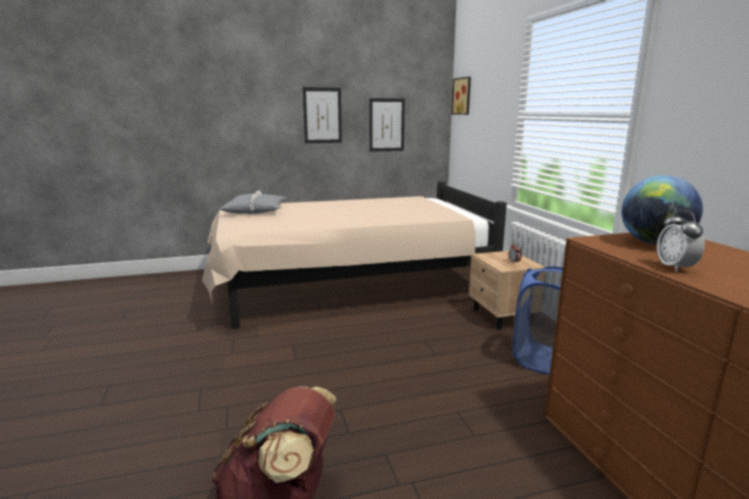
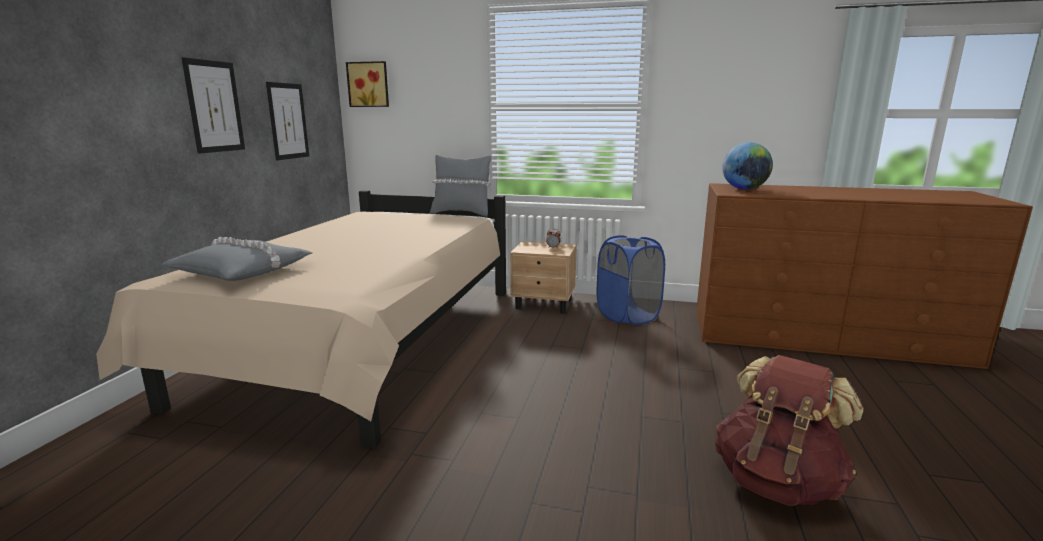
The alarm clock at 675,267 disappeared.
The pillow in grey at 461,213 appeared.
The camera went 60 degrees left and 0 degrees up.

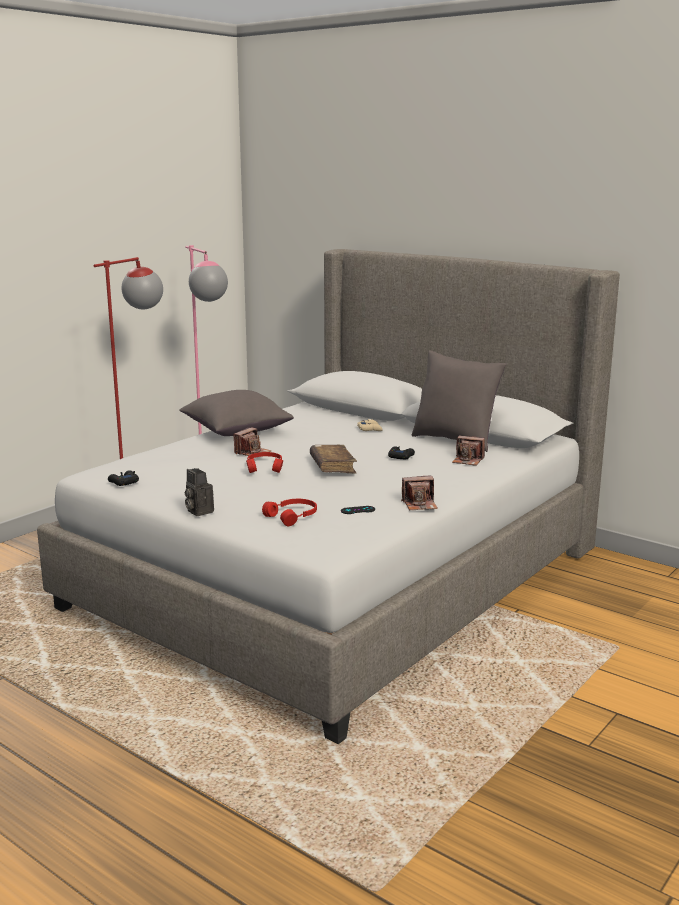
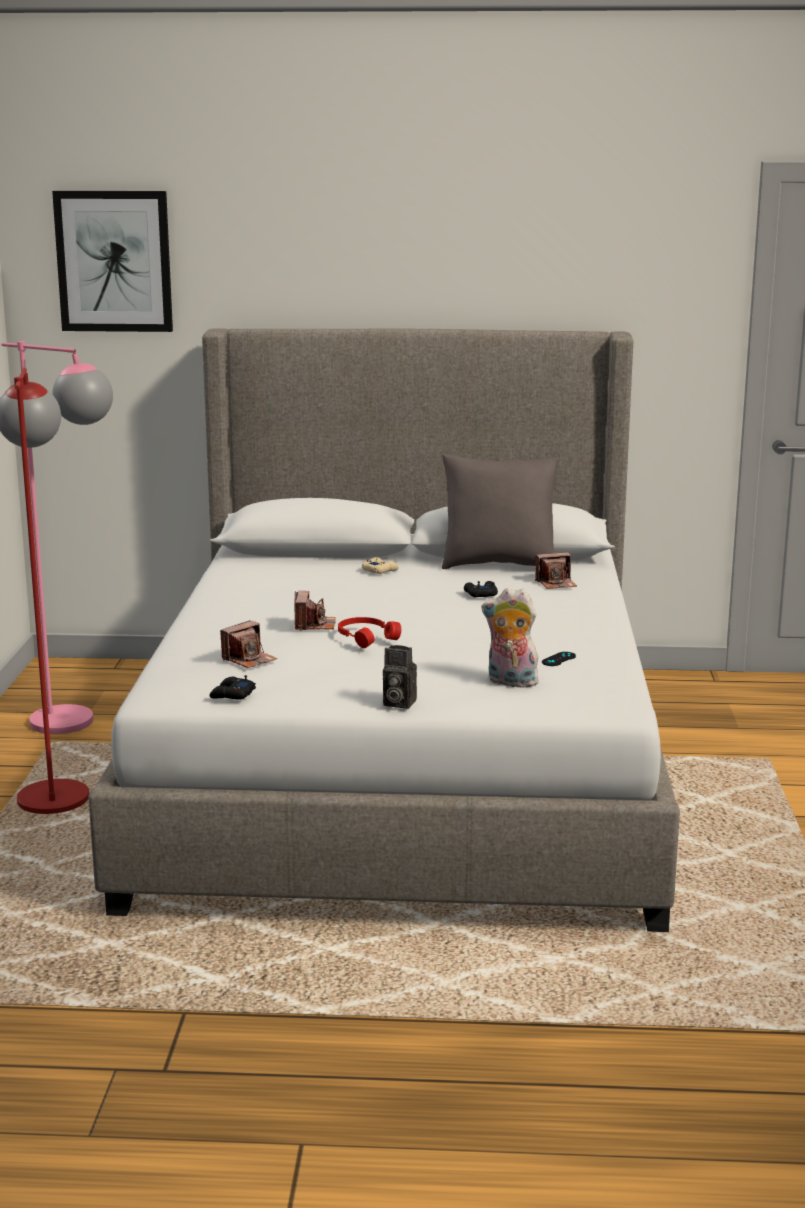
The pillow in grey at 236,431 disappeared.
The book in brown at 332,466 disappeared.
The photo camera moved from 420,504 to 249,659.
The headphones in red at 293,517 was replaced by the plush toy at 510,682.
The picture at 114,261 appeared.
The camera went 35 degrees left and 0 degrees up.

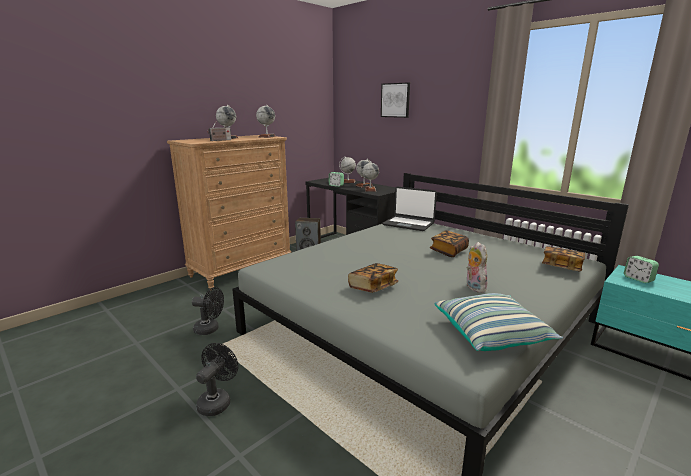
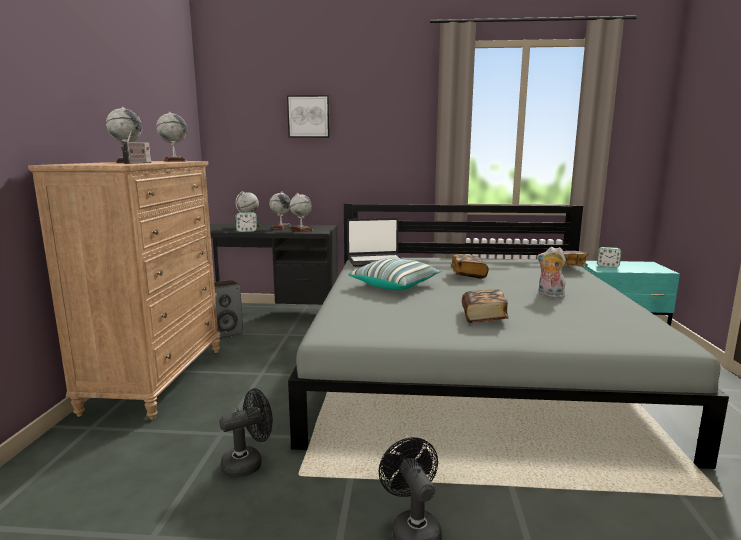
The pillow moved from 491,334 to 395,285.
The camera went 40 degrees left and 5 degrees down.

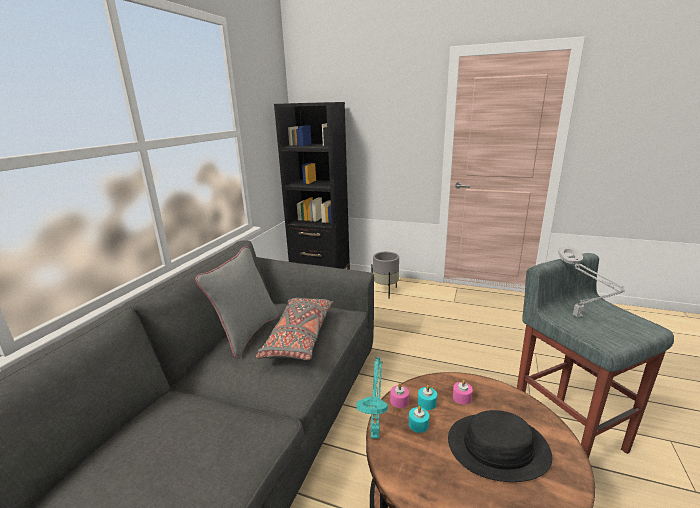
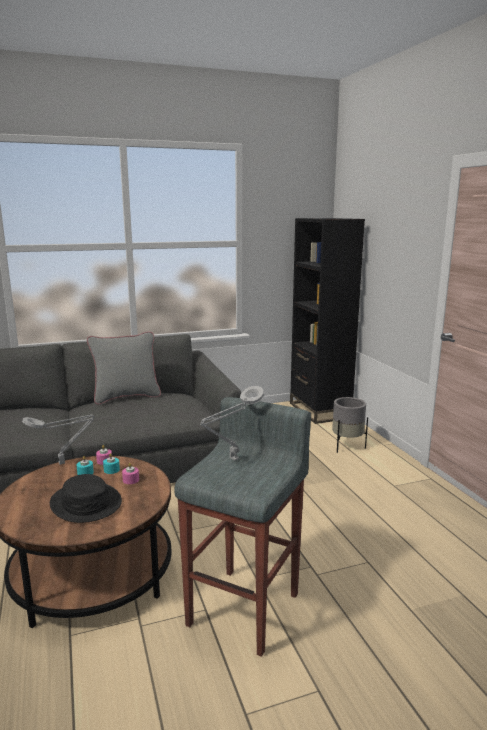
The pillow in grey at 299,337 disappeared.
The table lamp in turquoise at 375,434 became the table lamp in grey at 64,463.
The camera went 50 degrees right and 5 degrees down.

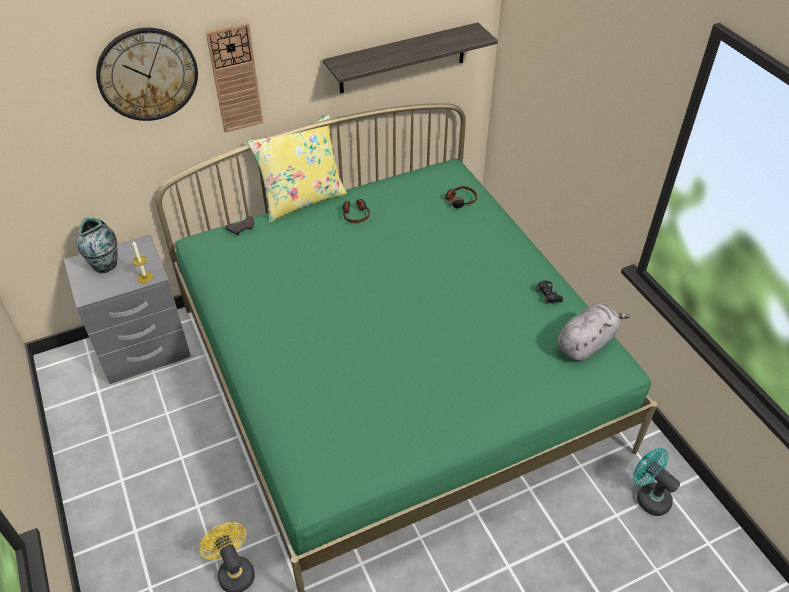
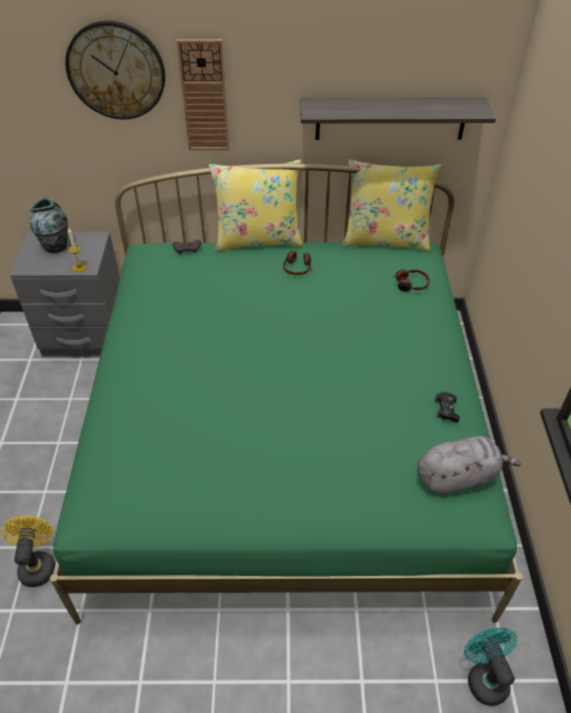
The pillow in yellow at 385,239 appeared.
The camera went 25 degrees right and 0 degrees up.

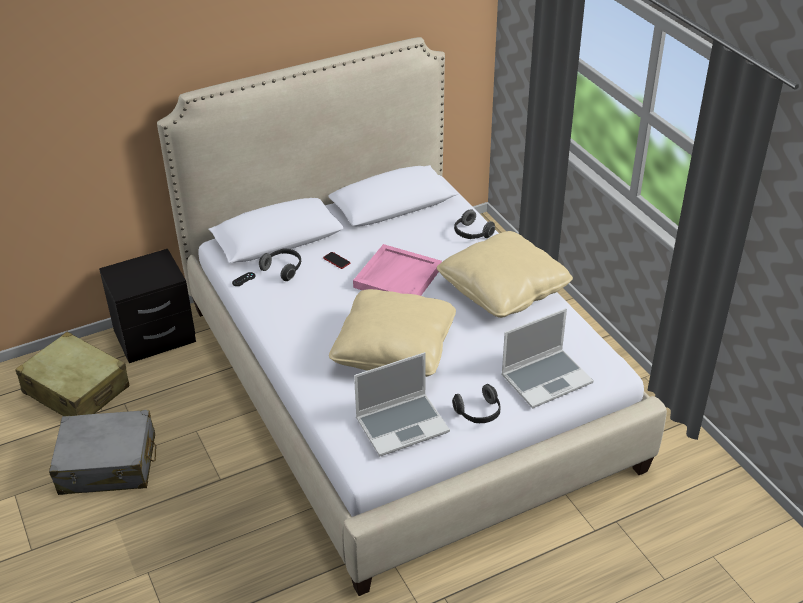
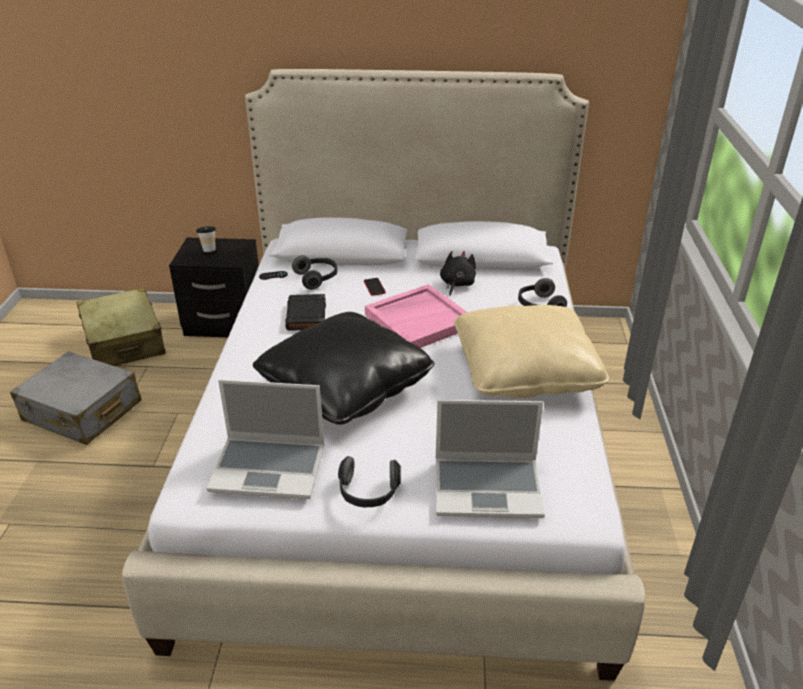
The pillow in beige at 394,349 became the pillow in black at 345,387.
The cup at 209,249 appeared.
The plush toy in black at 457,284 appeared.
The book in black at 306,316 appeared.
The camera went 30 degrees right and 5 degrees down.

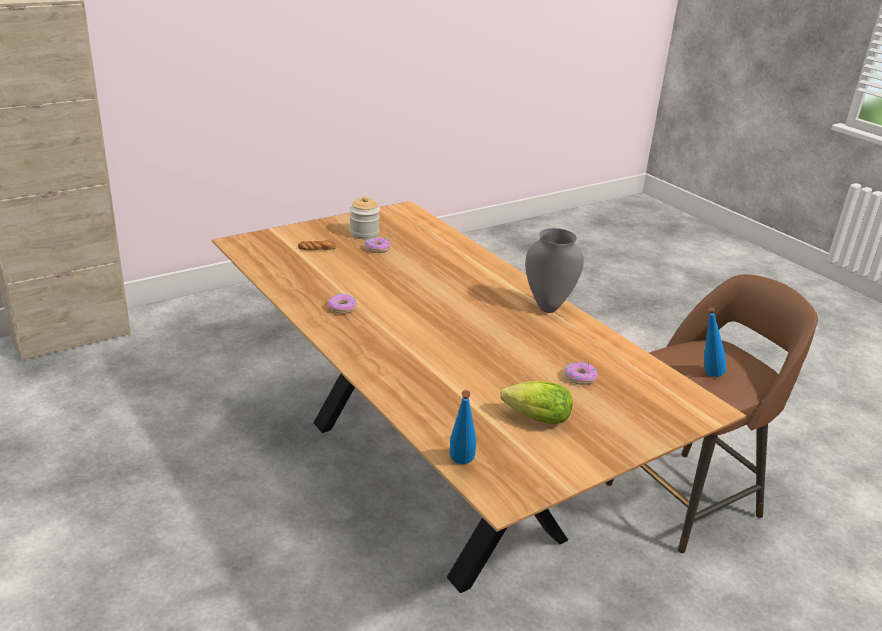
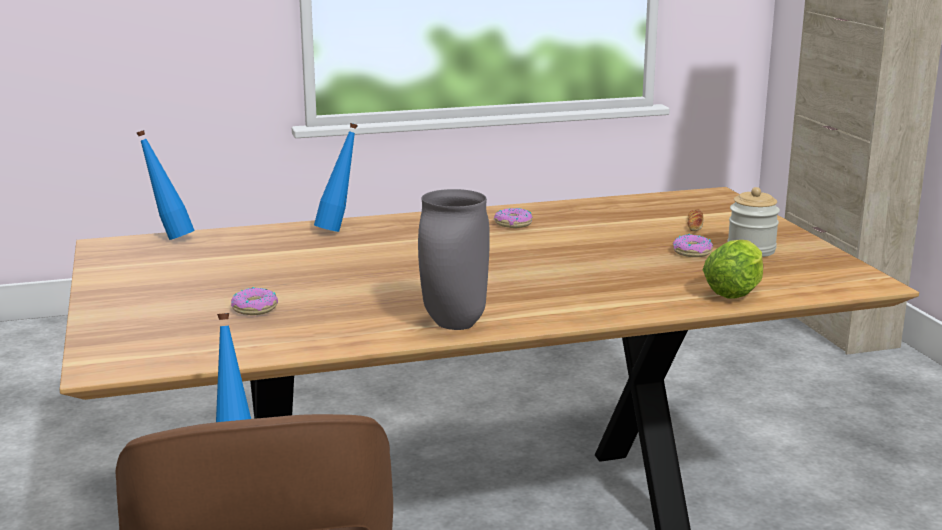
The lettuce moved from 533,418 to 736,291.
The bottle in blue at 339,229 appeared.
The camera went 110 degrees right and 10 degrees down.

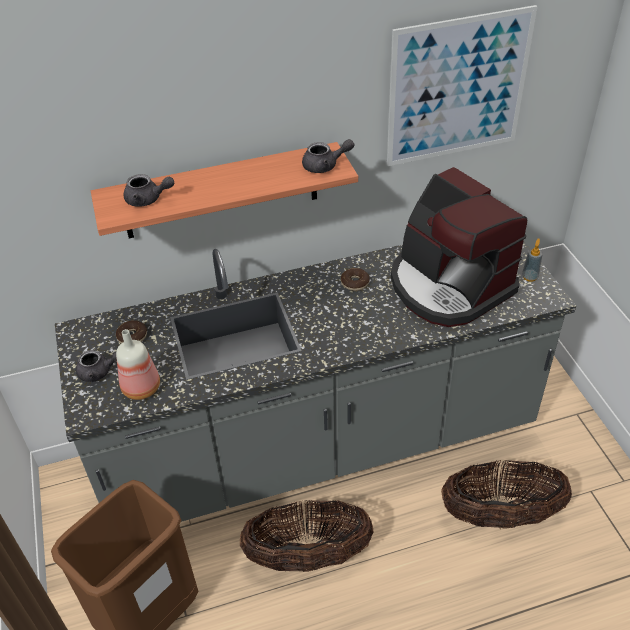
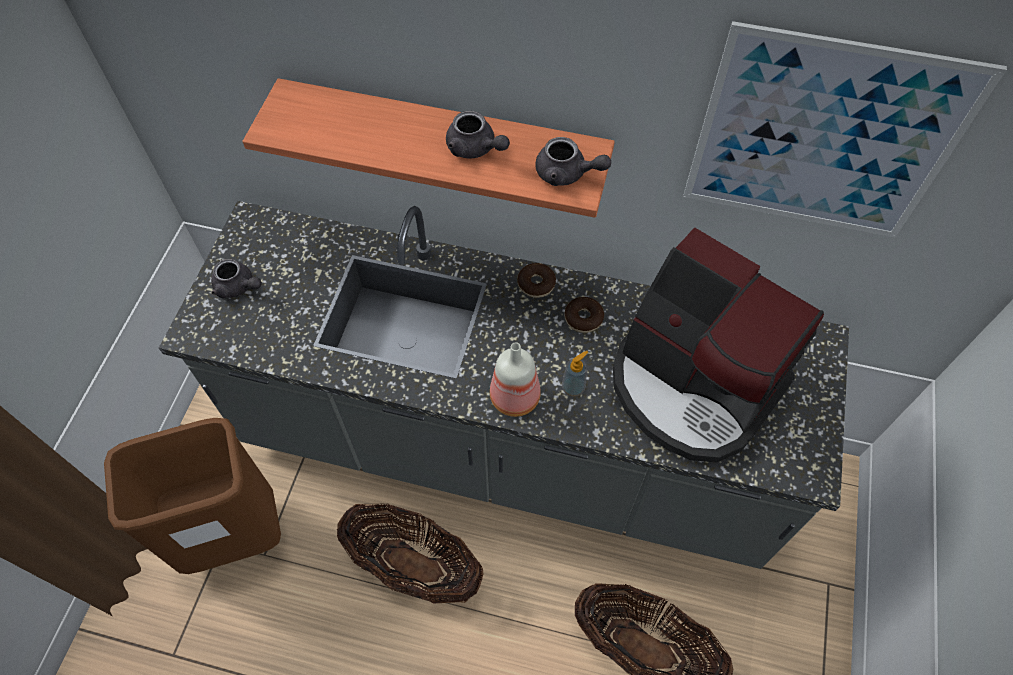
The coffee machine at 448,286 turned 45 degrees counterclockwise.
The teapot in grey moved from 148,200 to 475,149.
The soap dispenser moved from 529,277 to 573,387.
The donut moved from 132,336 to 536,284.
The bottle moved from 140,387 to 514,396.
The camera went 30 degrees right and 15 degrees up.

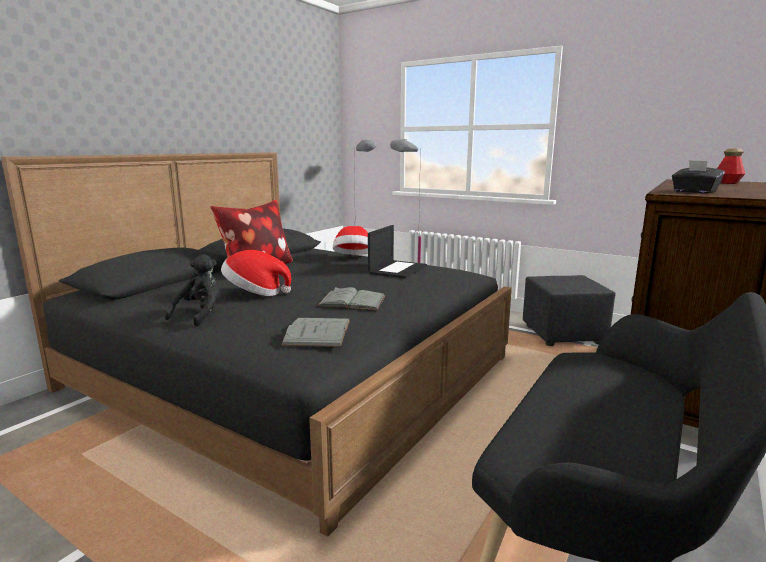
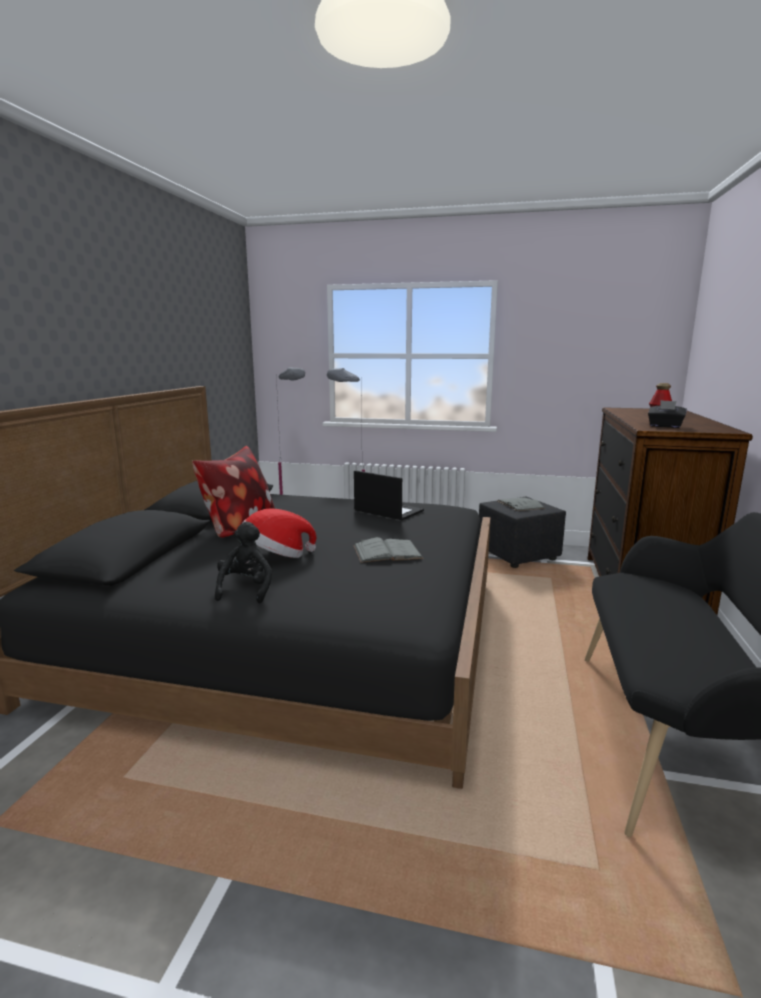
The laptop at 397,269 turned 60 degrees counterclockwise.
The hat at 353,258 disappeared.
The book in grey moved from 317,332 to 520,504.
The camera went 20 degrees left and 0 degrees up.

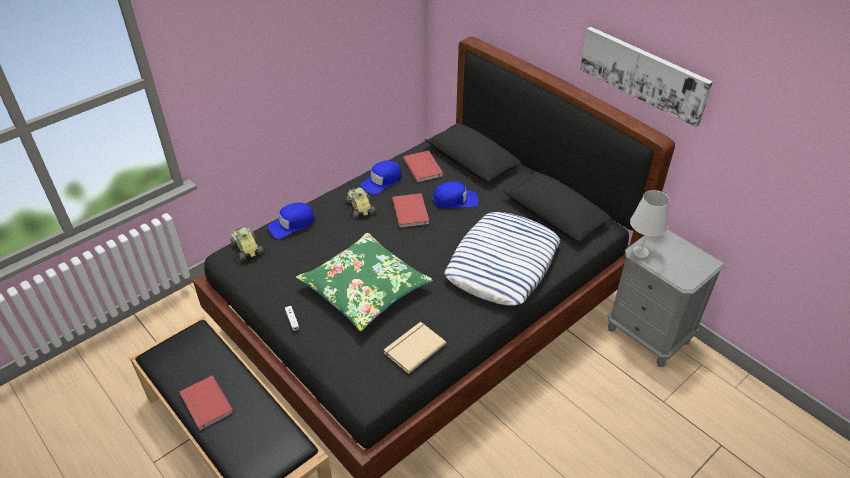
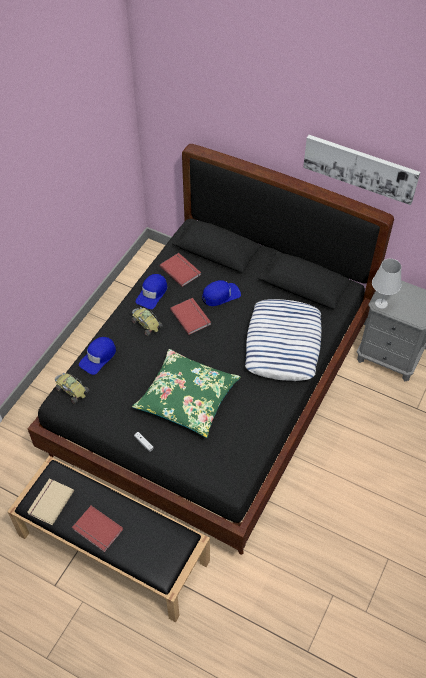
The book in beige moved from 413,348 to 49,502.
The camera went 20 degrees left and 10 degrees up.

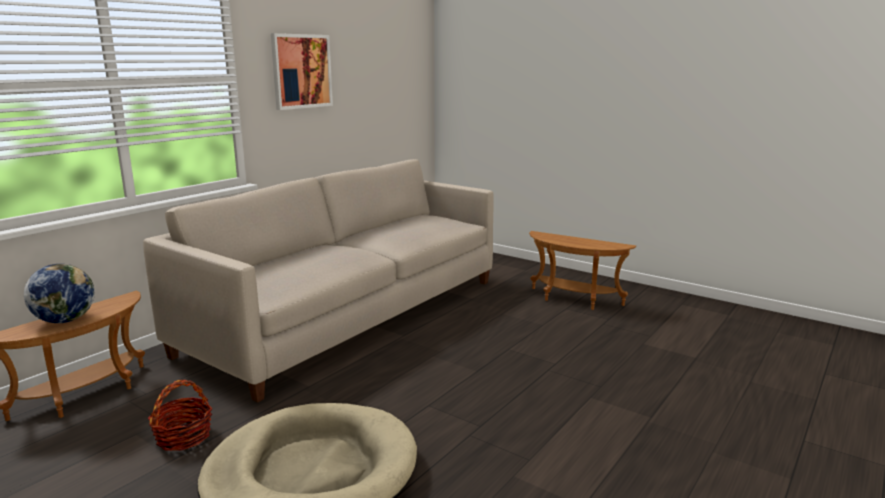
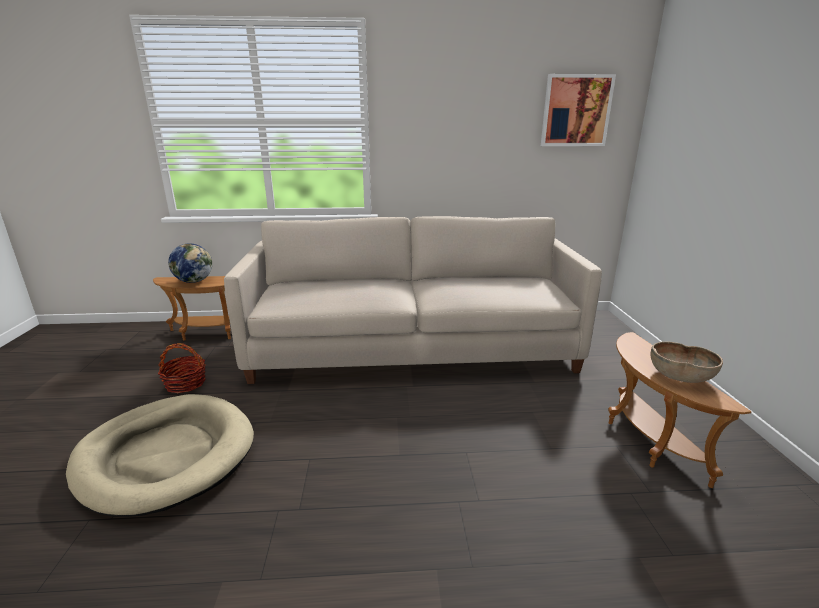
The picture moved from 301,71 to 576,111.
The bowl in brown at 680,377 appeared.
The camera went 50 degrees right and 5 degrees up.

